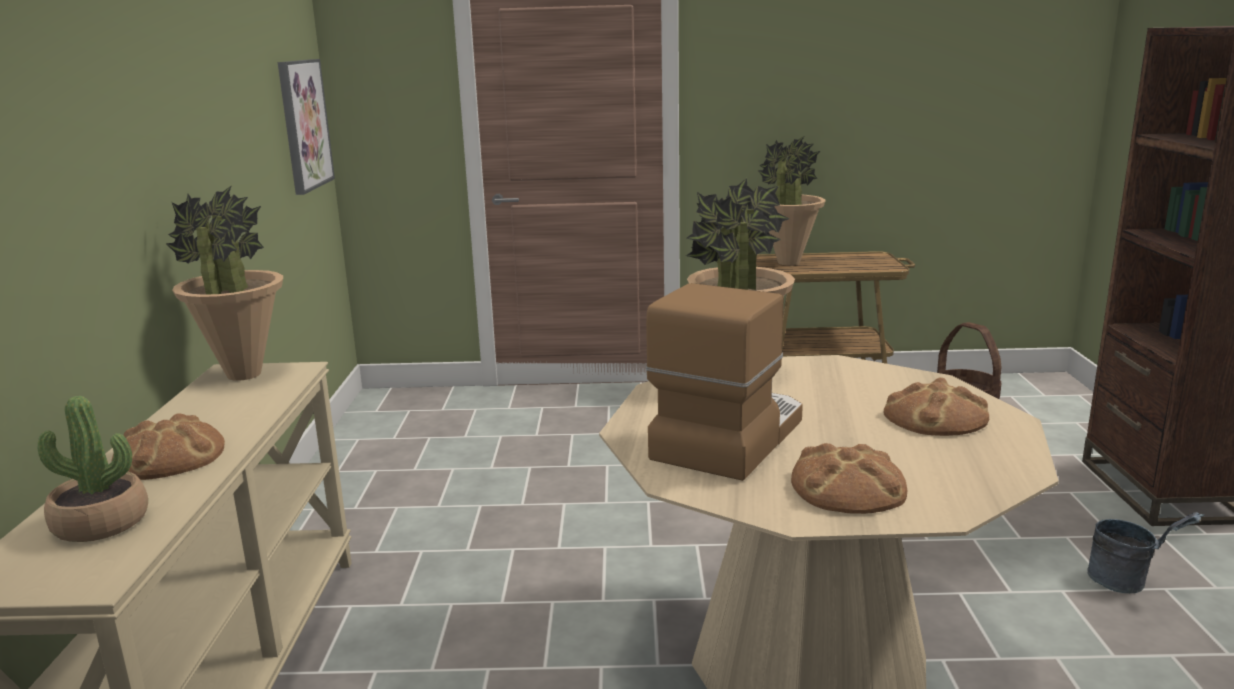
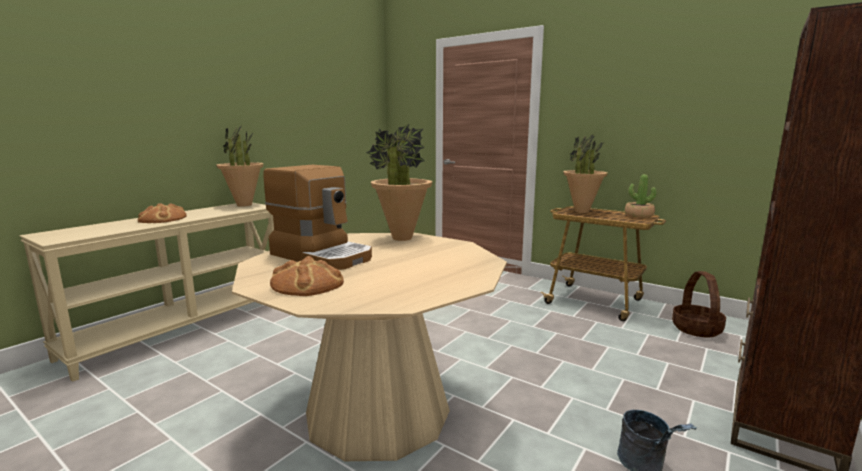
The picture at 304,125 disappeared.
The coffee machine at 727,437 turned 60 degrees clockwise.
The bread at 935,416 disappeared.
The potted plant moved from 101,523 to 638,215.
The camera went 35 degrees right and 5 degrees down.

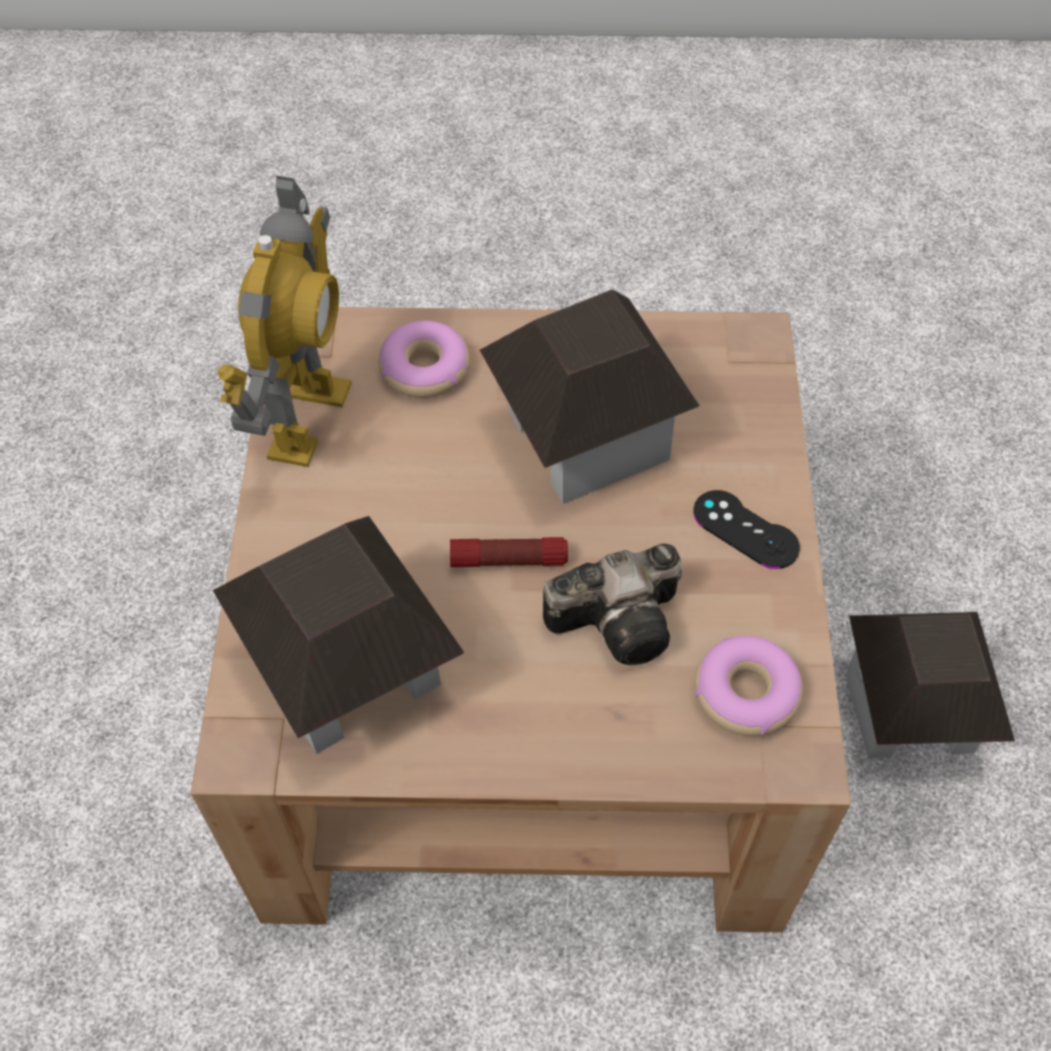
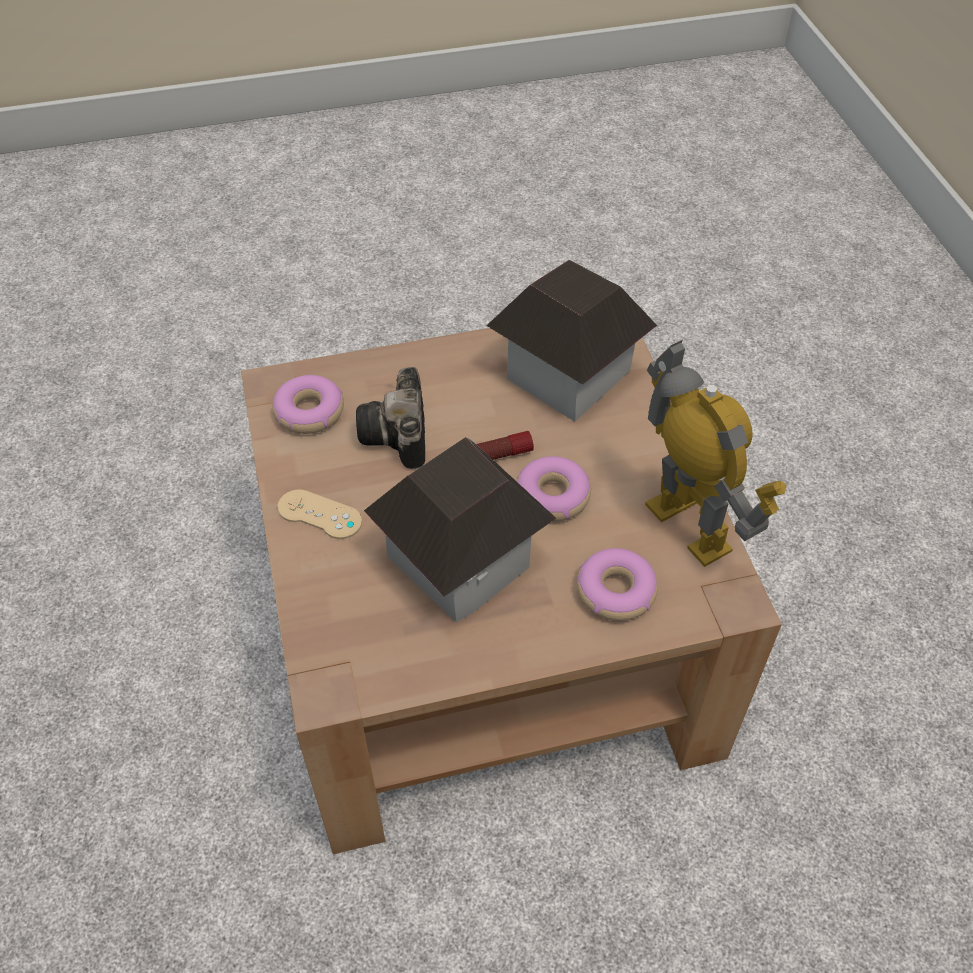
The toy robot at 306,419 turned 150 degrees clockwise.
The game controller in black at 745,530 became the game controller in beige at 319,514.
The photo camera at 623,619 turned 60 degrees counterclockwise.
The toy house at 909,711 disappeared.
The donut at 552,496 appeared.
The camera went 165 degrees right and 5 degrees down.

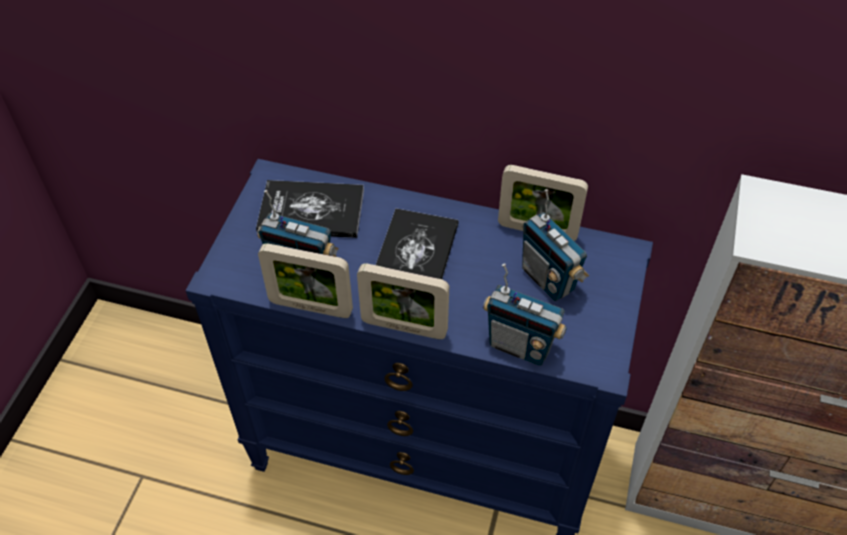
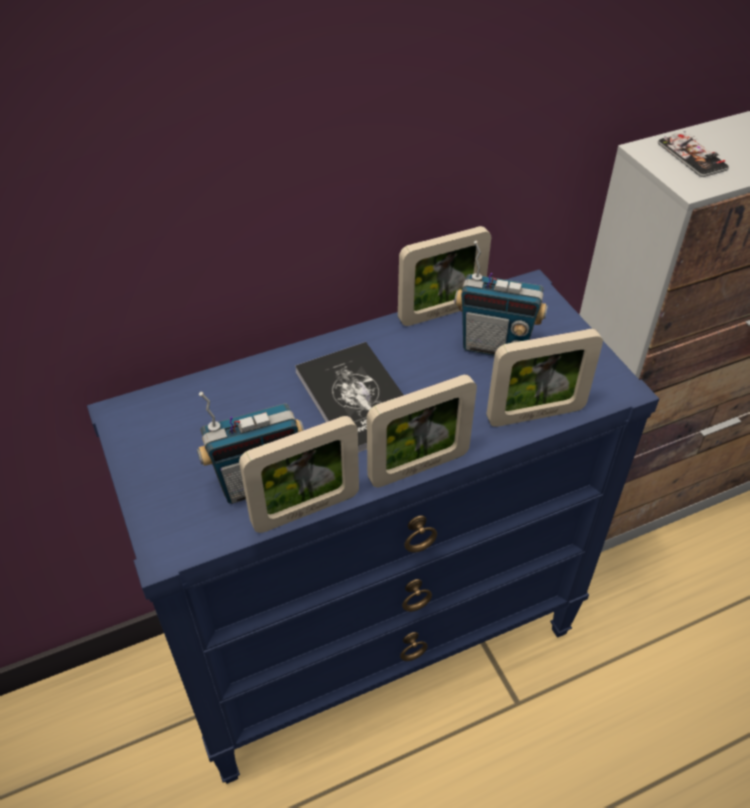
The book at 311,211 disappeared.
The radio at 520,346 was replaced by the picture frame at 535,414.
The phone at 692,156 appeared.
The camera went 40 degrees left and 5 degrees down.

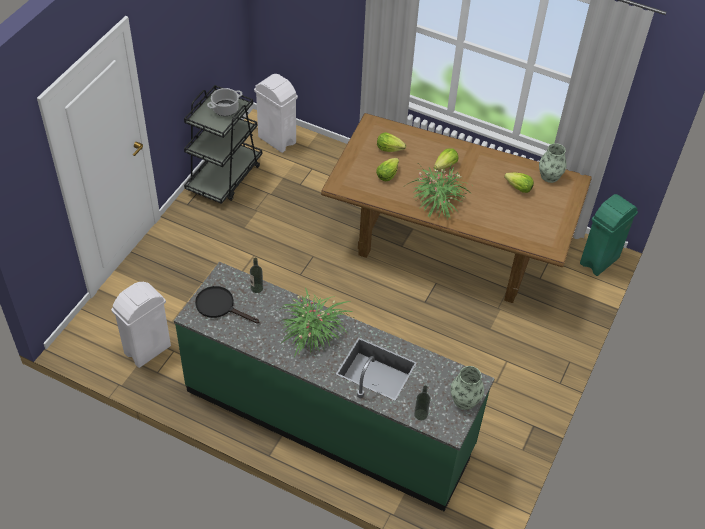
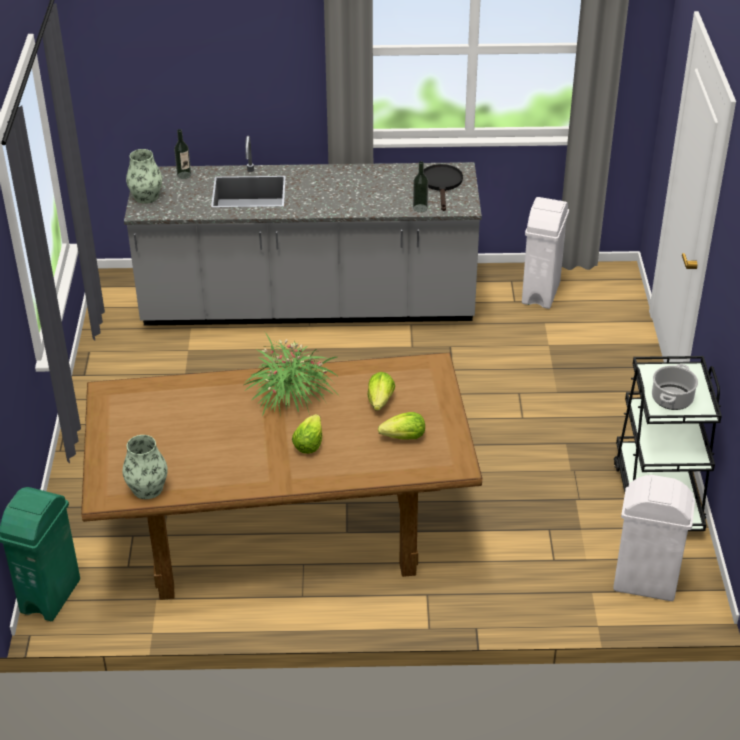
The lettuce at 518,188 disappeared.
The counter in green at 329,418 became the counter in grey at 308,306.
The frying pan in black at 220,306 turned 90 degrees counterclockwise.
The potted plant at 312,332 disappeared.
The camera went 155 degrees right and 10 degrees down.

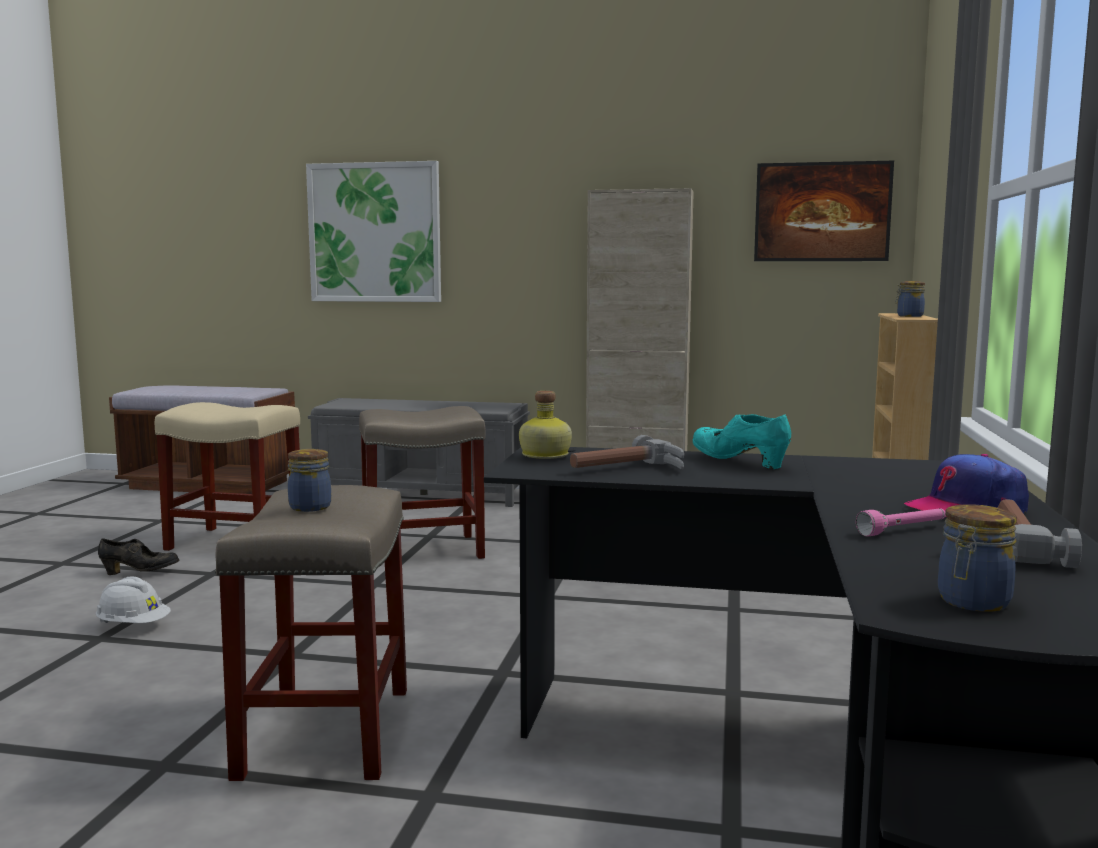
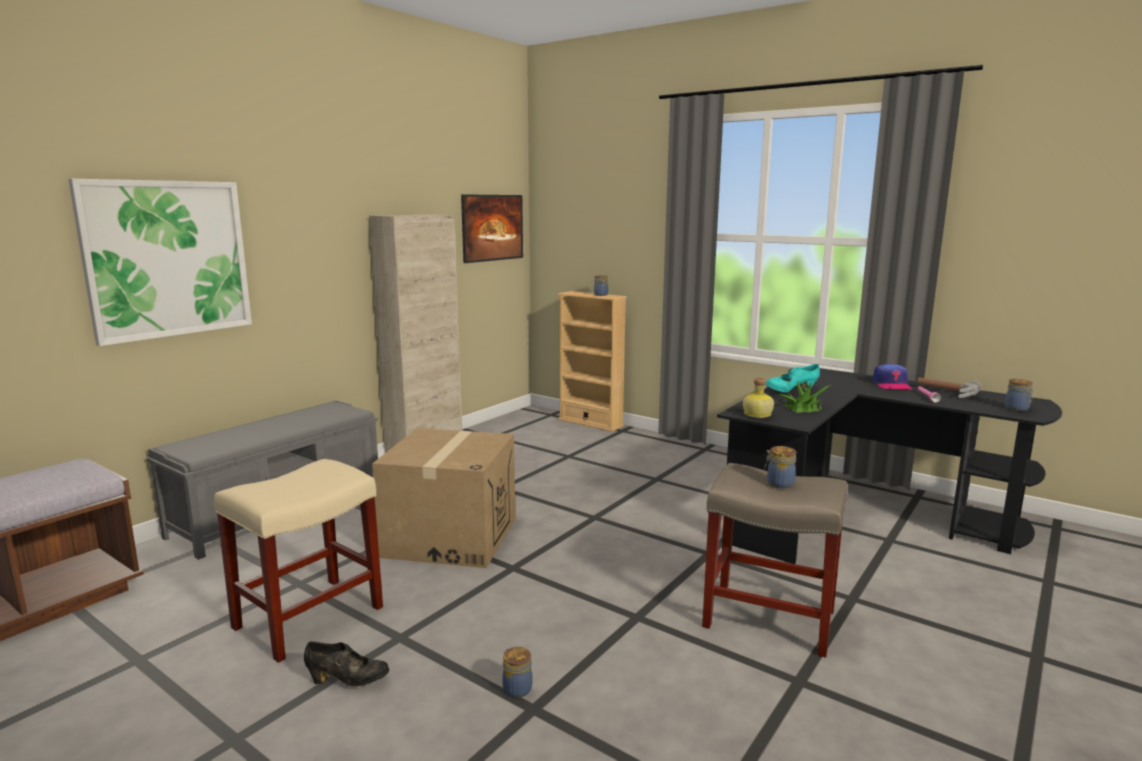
The stool in beige at 424,550 was replaced by the cardboard box at 450,537.
The hammer at 629,470 was replaced by the potted plant at 803,408.
The shoe in black at 139,573 turned 75 degrees clockwise.
The hard hat in white at 133,626 was replaced by the jar at 516,688.
The camera went 65 degrees left and 5 degrees up.

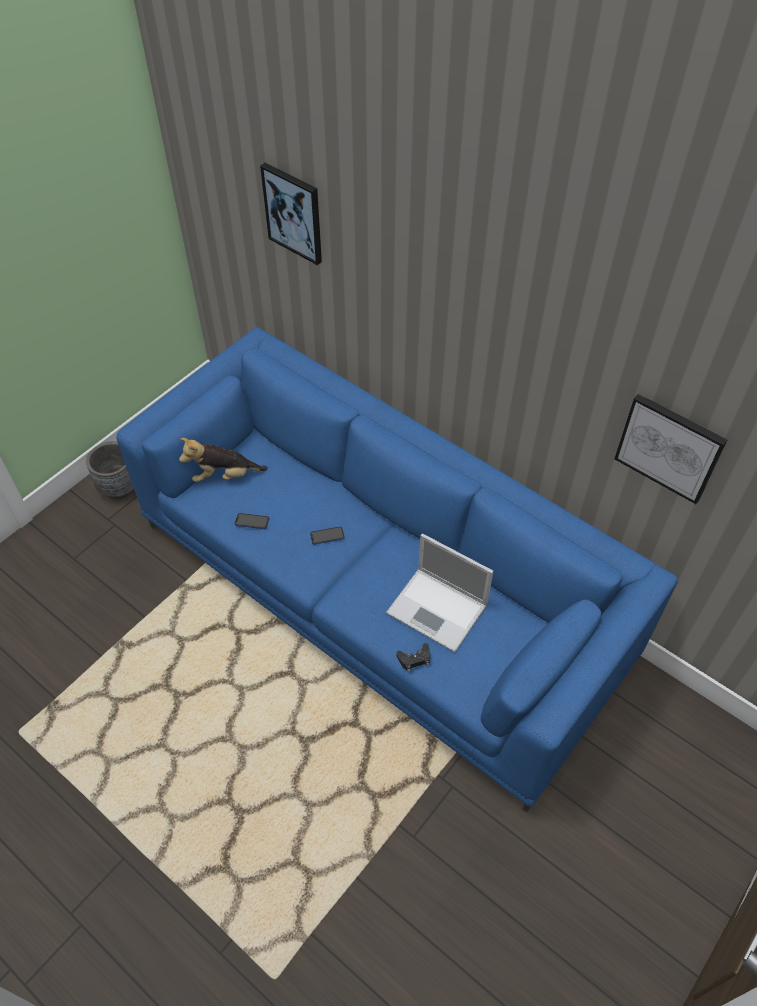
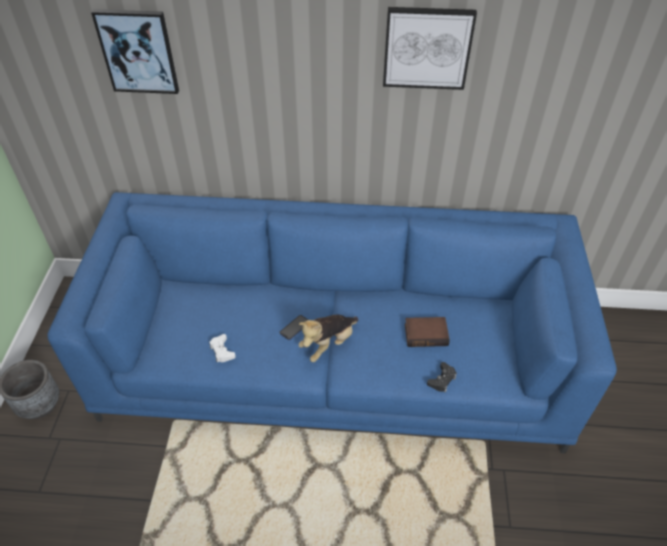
The picture moved from 669,447 to 427,48.
The plush toy moved from 224,476 to 328,344.
The phone at 252,521 was replaced by the game controller in white at 222,351.
The laptop at 438,610 was replaced by the book at 426,334.
The camera went 35 degrees left and 5 degrees down.

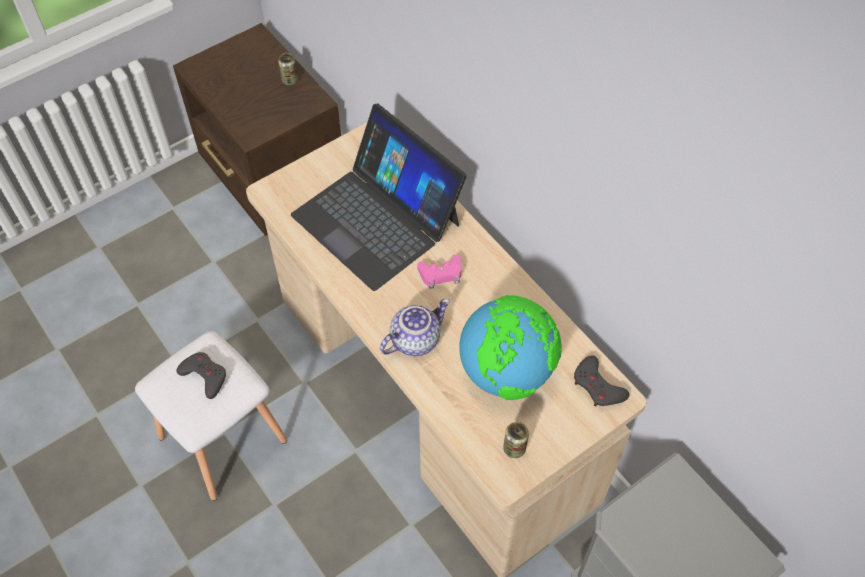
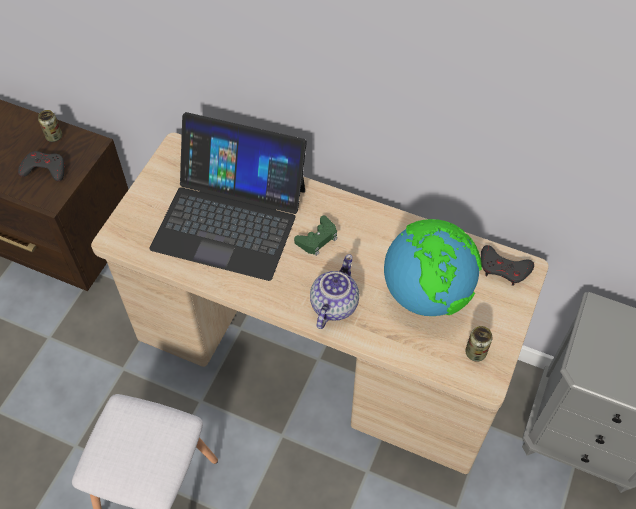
The game controller in pink at 441,274 became the game controller in green at 317,239.
The game controller in grey moved from 204,376 to 44,169.
The camera went 30 degrees left and 0 degrees up.

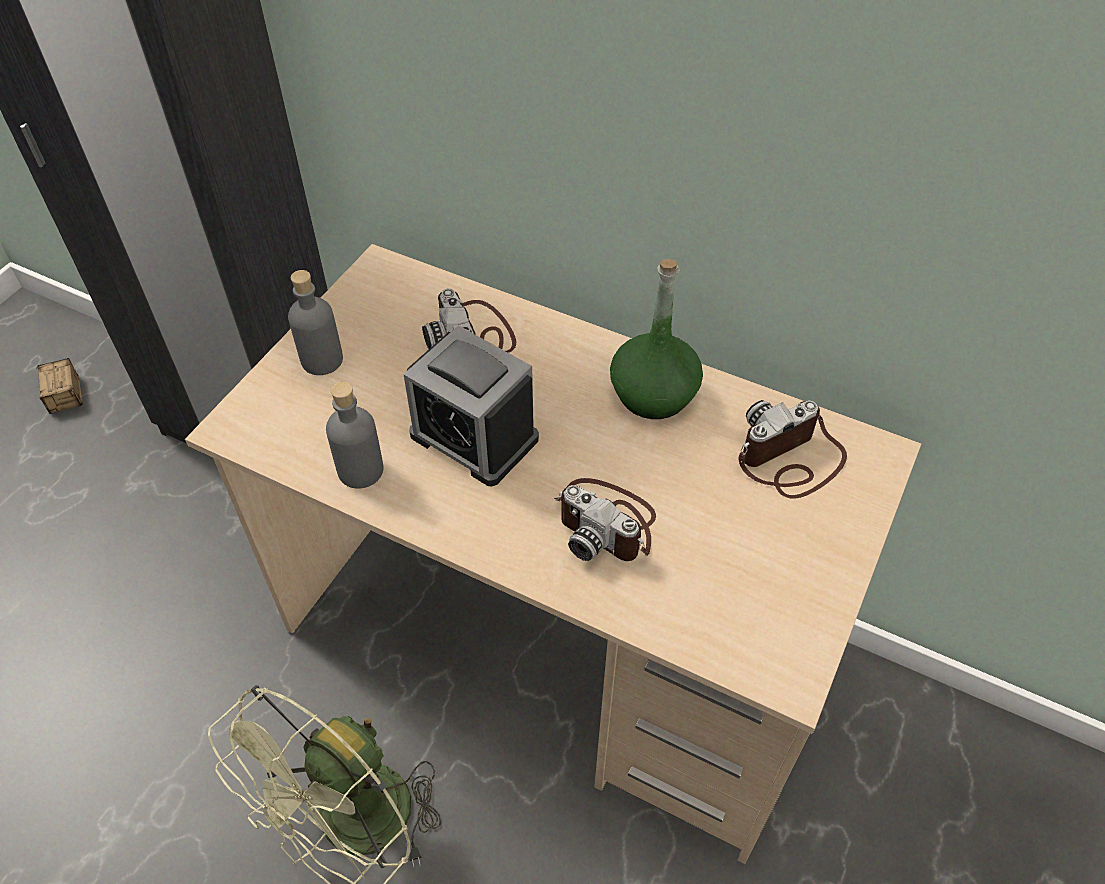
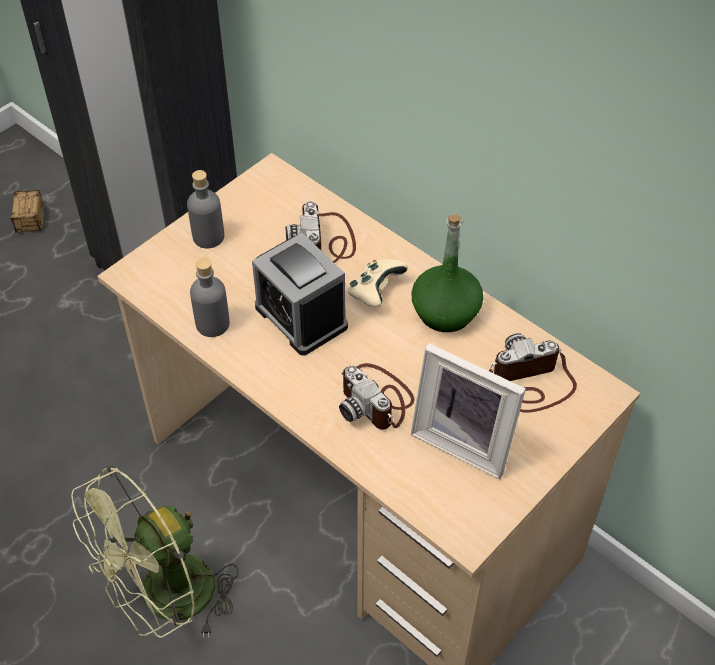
The game controller in beige at 375,292 appeared.
The picture frame at 465,440 appeared.
The camera went 15 degrees right and 0 degrees up.

